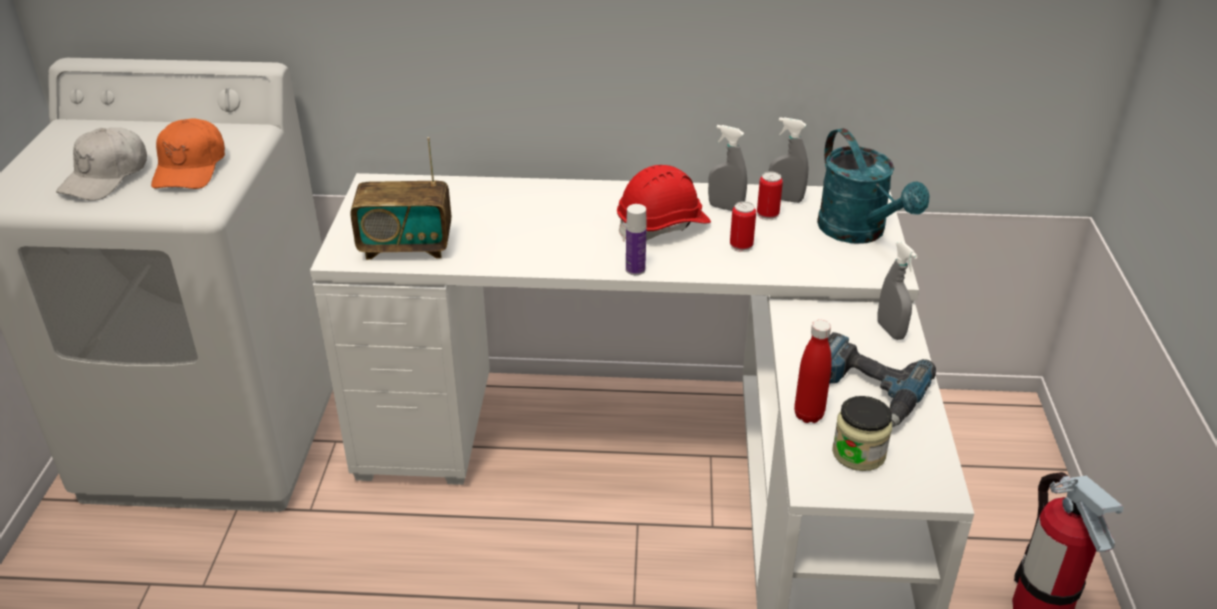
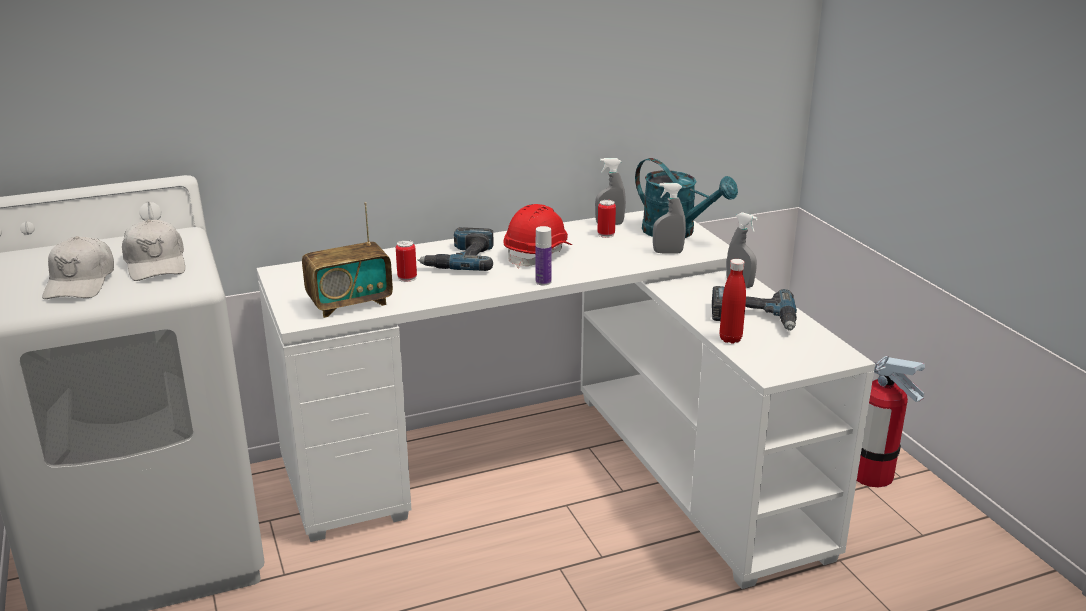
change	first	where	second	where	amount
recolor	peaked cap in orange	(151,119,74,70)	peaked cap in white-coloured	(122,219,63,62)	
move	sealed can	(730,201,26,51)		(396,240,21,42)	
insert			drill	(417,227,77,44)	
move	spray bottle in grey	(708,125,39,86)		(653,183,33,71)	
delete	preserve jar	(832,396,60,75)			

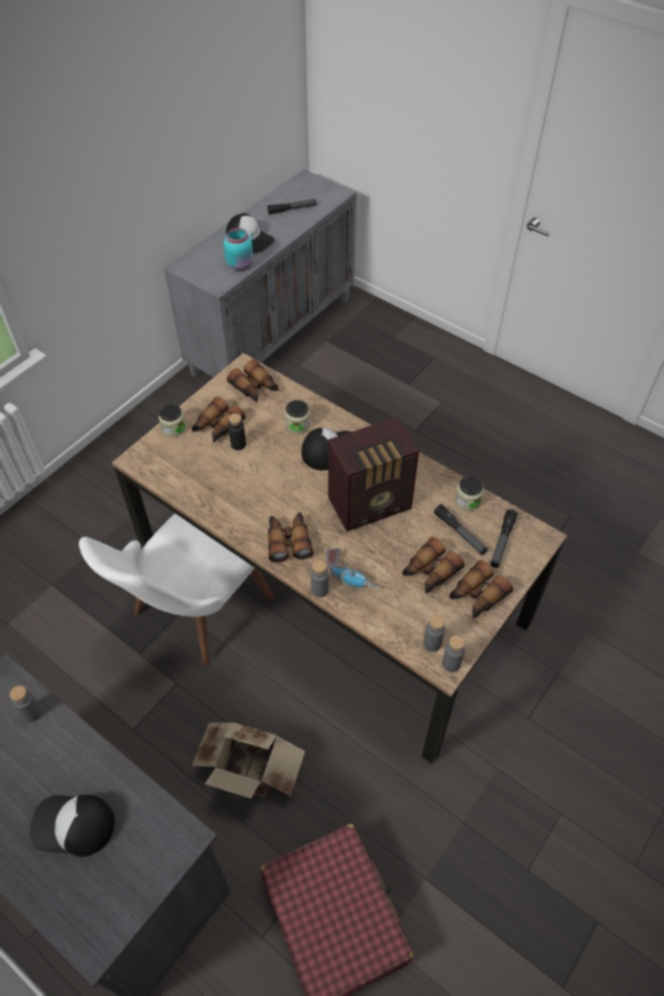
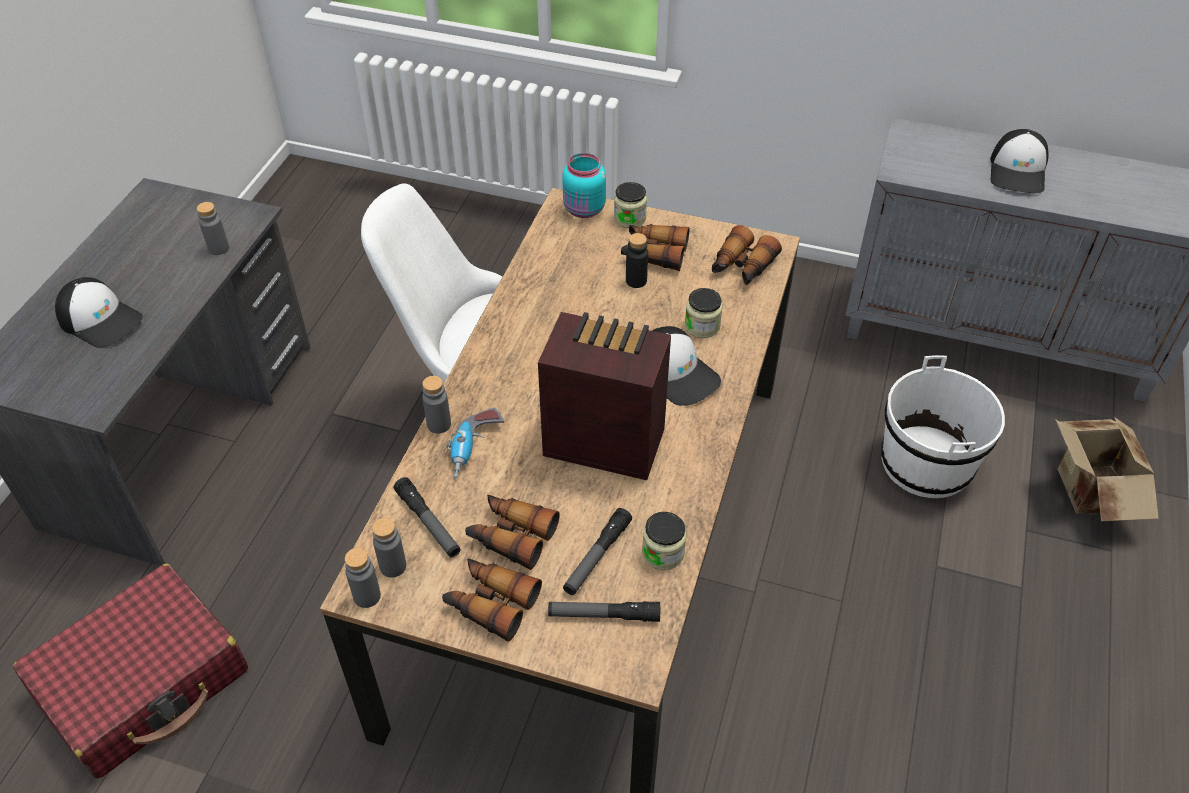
change	first	where	second	where	amount
rotate	peaked cap	(29,795,86,62)		(55,277,88,71)	135 degrees clockwise
move	flashlight	(267,199,49,16)		(394,477,67,80)	
rotate	radio set	(328,417,91,115)		(538,312,133,168)	150 degrees clockwise
move	preserve jar in turquoise-coloured	(224,228,29,43)		(562,153,44,65)	
insert			pail in white-coloured	(881,355,124,143)	
move	carton	(192,722,113,76)		(1055,417,104,104)	
delete	pair of binoculars	(268,512,46,51)			

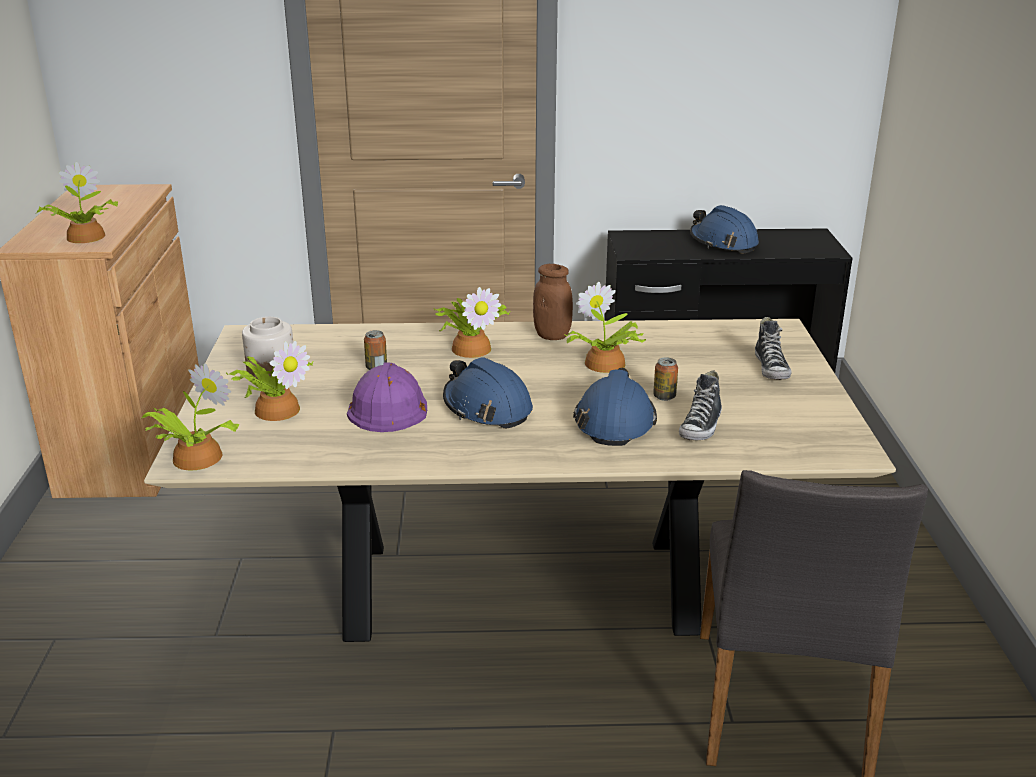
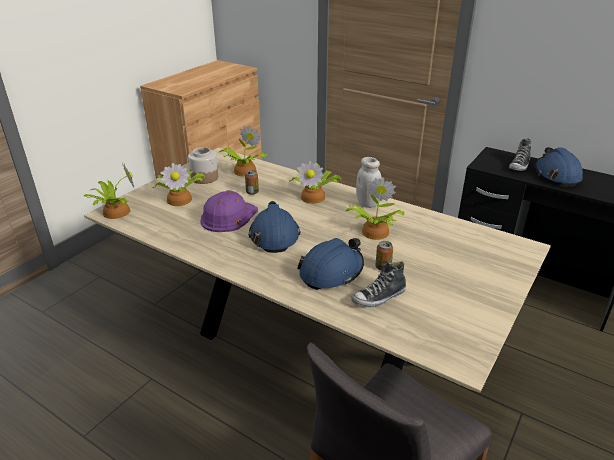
change	first	where	second	where	amount
move	houseplant	(36,162,82,81)		(220,125,47,52)	
recolor	preserve jar in brownish	(533,264,40,76)	preserve jar in white-coloured	(356,157,26,51)	
move	item of footwear	(755,317,37,63)		(509,138,22,33)	

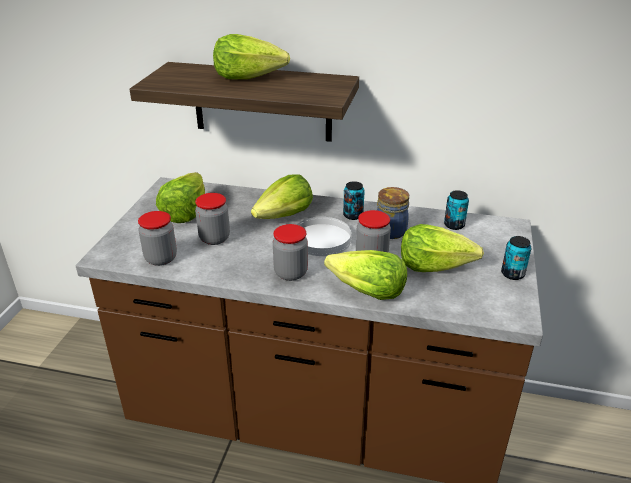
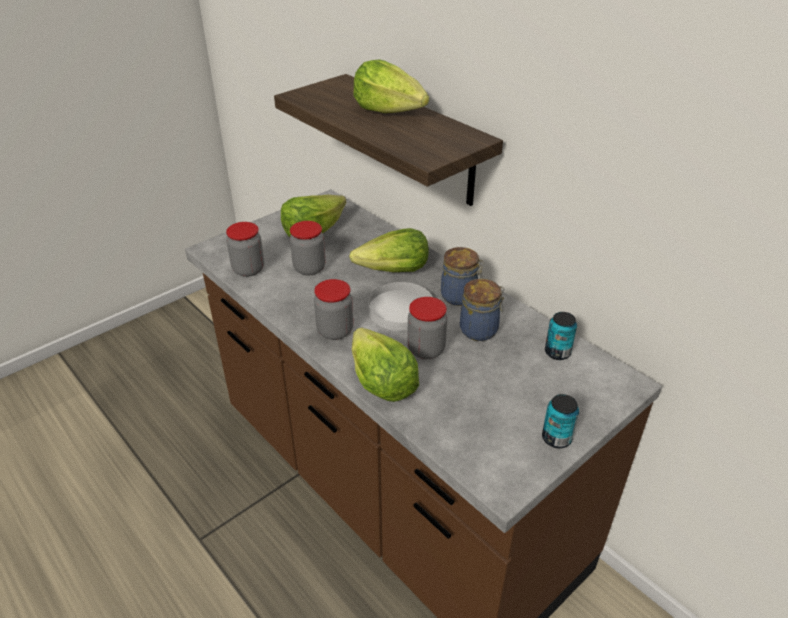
change	first	where	second	where	amount
replace	sealed can	(343,181,22,39)	preserve jar	(441,247,43,59)	
delete	lettuce head	(401,224,83,48)			

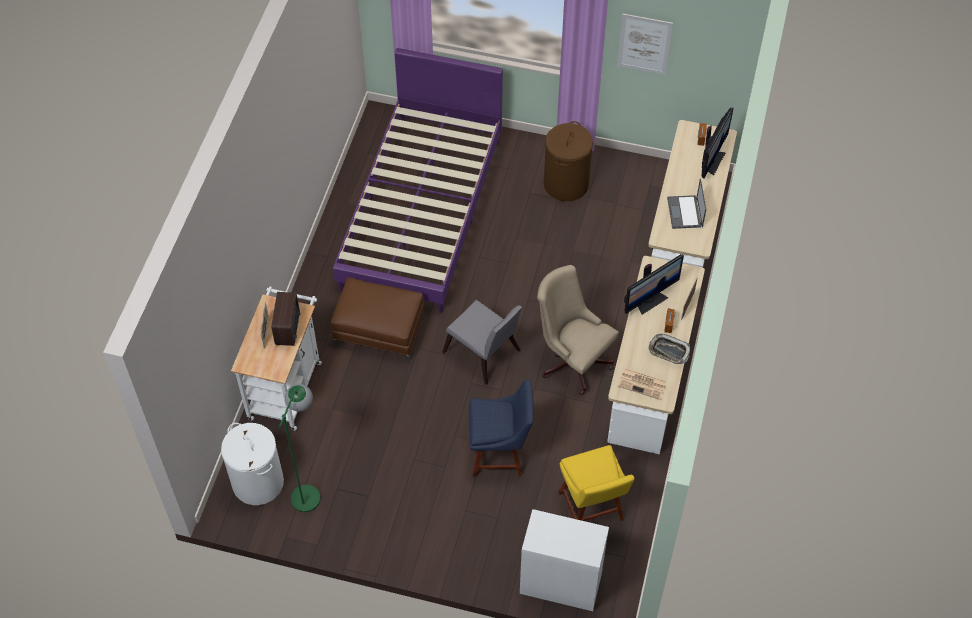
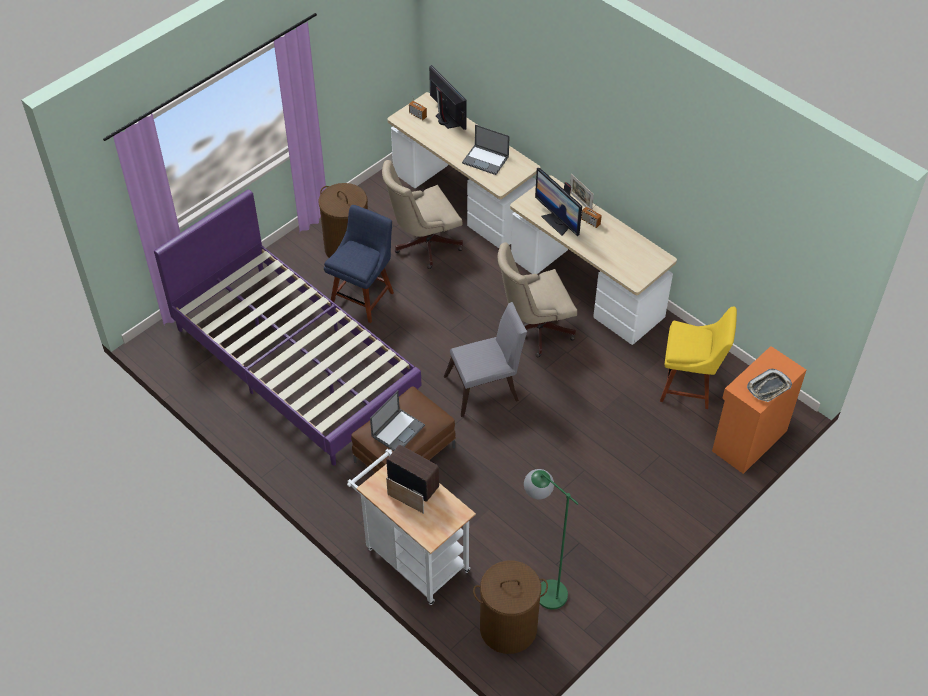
change	first	where	second	where	amount
move	chair in bluish	(469,379,65,98)		(324,205,70,118)	
insert			portable computer	(370,390,55,61)	
insert			computer chair in beige	(382,160,81,109)	
recolor	washing basket in white-coloured	(221,423,63,82)	washing basket in brownish	(473,561,75,93)	
rotate	monitor	(624,254,60,61)		(535,168,47,68)	150 degrees clockwise
recolor	storage cabinet in white-coloured	(520,509,89,102)	storage cabinet in orange	(712,346,94,128)	
move	serving tray	(648,334,42,30)		(747,369,45,33)	
delete	wall art	(617,14,56,61)			
delete	newspaper	(618,368,49,32)			

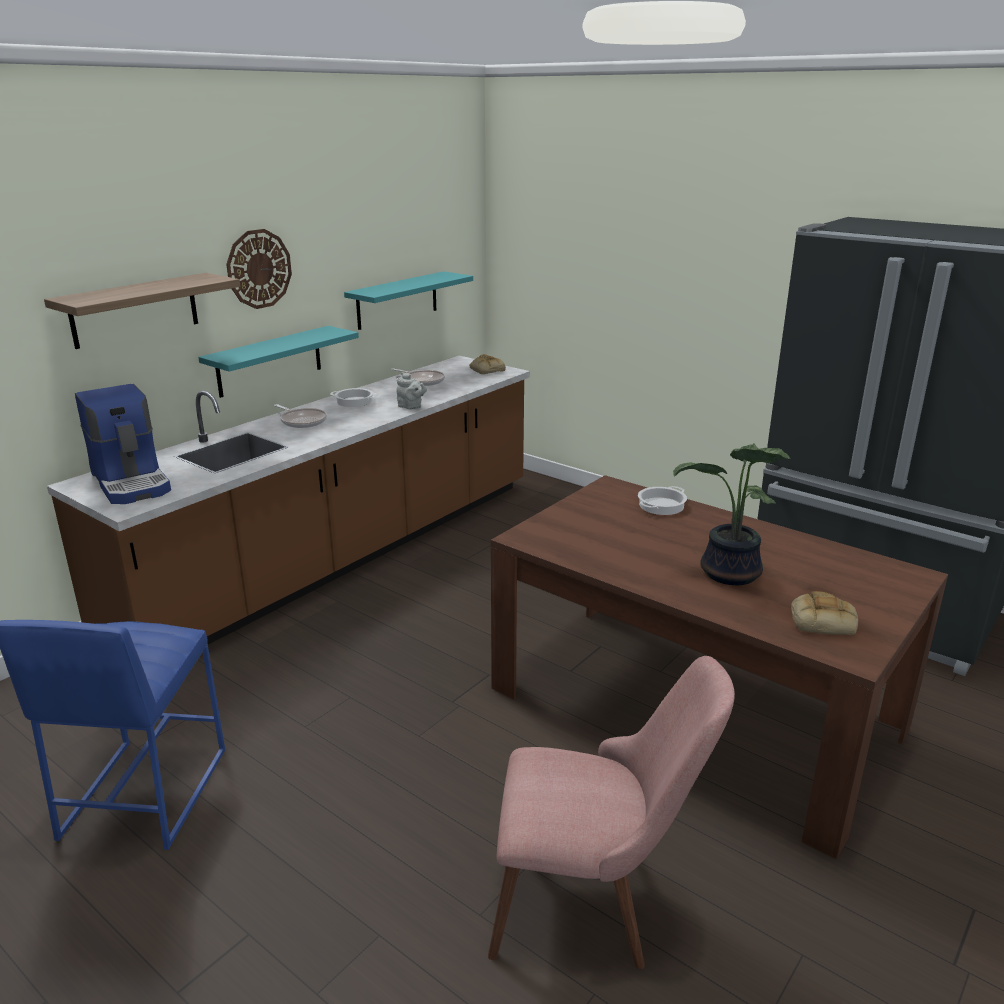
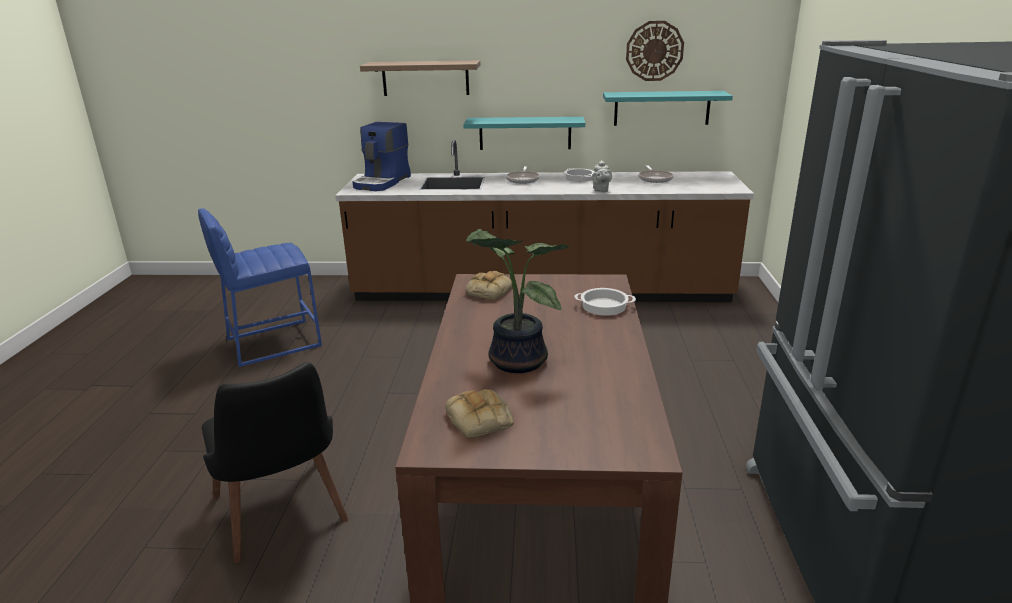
change	first	where	second	where	amount
recolor	chair in pinkish	(488,656,247,313)	chair in blackish	(202,362,146,201)	
move	baked bread	(469,354,37,20)		(465,271,47,29)	
move	clock on the wall	(226,229,66,80)		(626,21,58,60)	

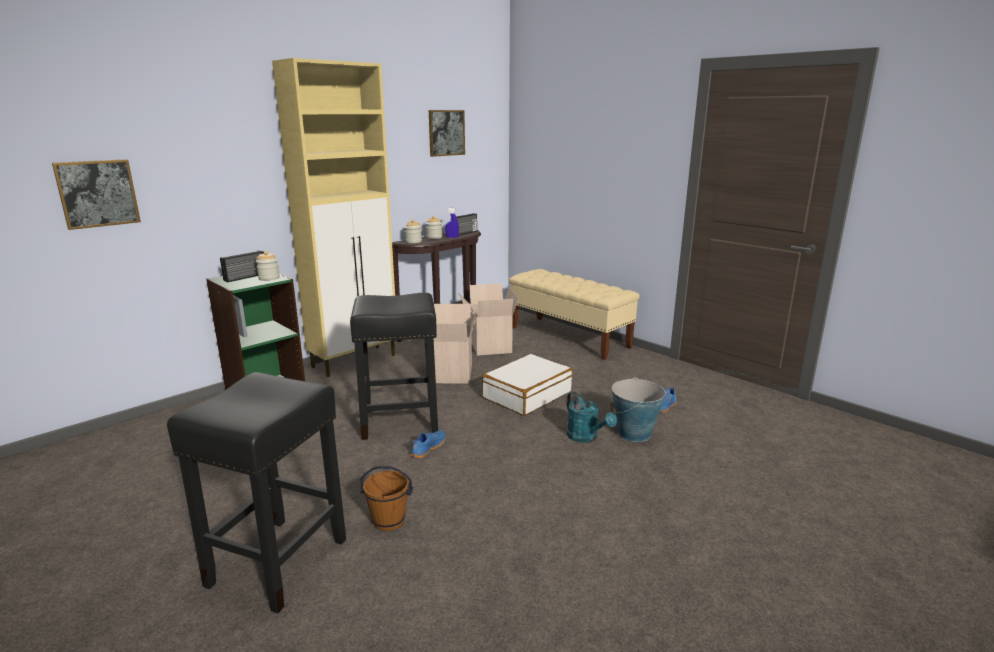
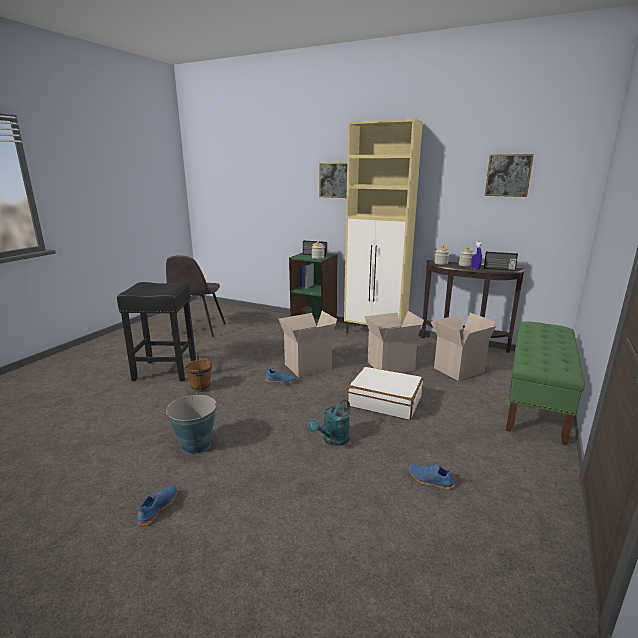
change	first	where	second	where	amount
insert			item of footwear in bluish	(137,485,40,41)	
insert			chair in grey	(166,255,60,82)	
move	pail	(610,377,56,65)		(166,395,51,59)	
replace	sitting stool in blackish	(350,293,88,147)	carton	(278,311,59,66)	
move	wall art	(52,159,89,71)		(319,162,28,36)	
recolor	indoor bench in beige	(509,269,131,91)	indoor bench in green	(506,321,79,124)	

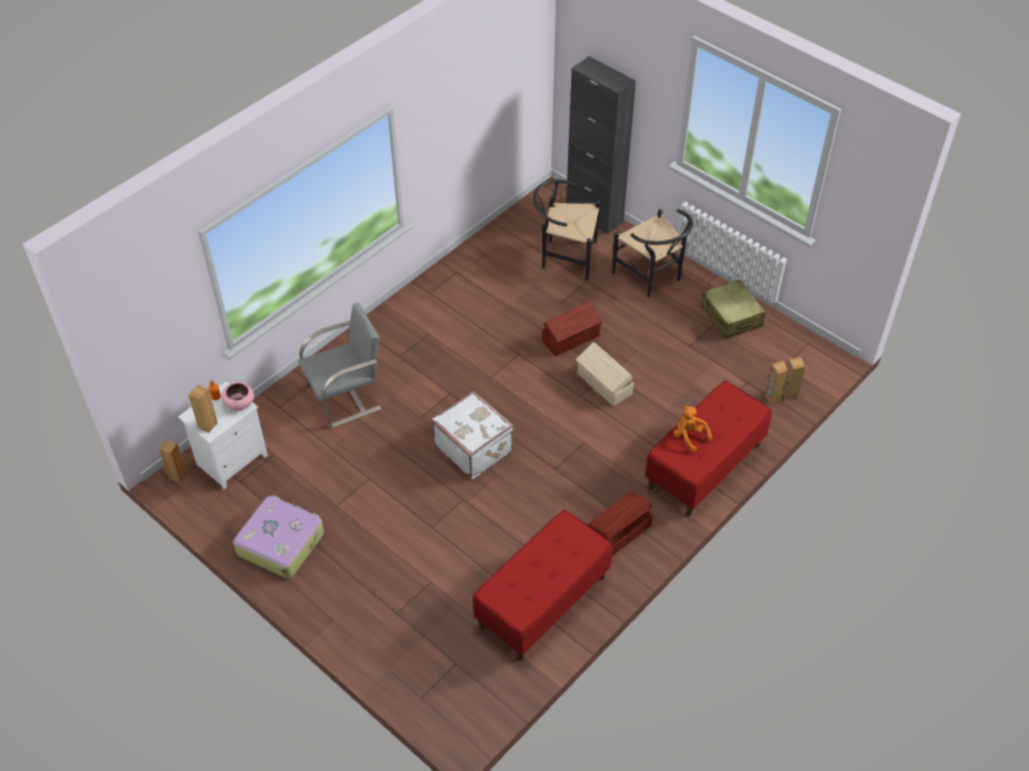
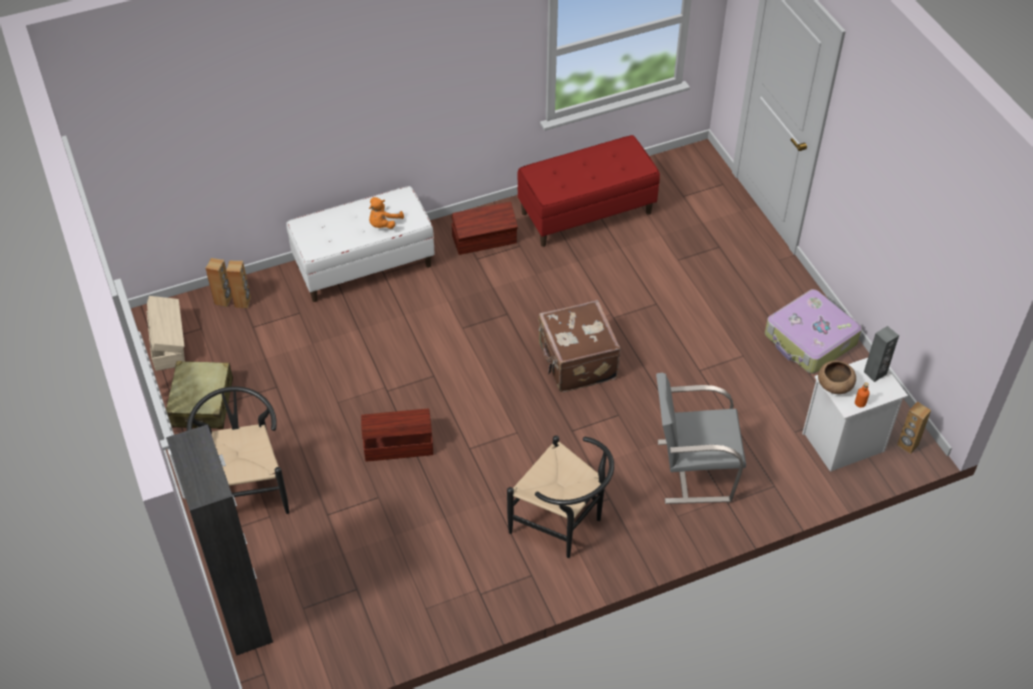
change	first	where	second	where	amount
move	storage container in beige	(576,342,58,64)		(147,296,38,75)	
recolor	indoor bench in red	(645,381,127,135)	indoor bench in white-coloured	(286,186,149,116)	
rotate	plush toy in orange	(674,406,38,47)		(369,197,35,32)	45 degrees clockwise
move	chair in blackish	(533,179,67,102)		(507,435,107,123)	
recolor	piece of luggage in white-coloured	(432,391,82,88)	piece of luggage in brownish	(538,300,83,92)	
recolor	deep dish in pinkish	(222,382,32,28)	deep dish in brownish	(818,360,38,34)	
recolor	audio speaker in brownish	(188,385,30,48)	audio speaker in grey	(864,326,35,56)	

